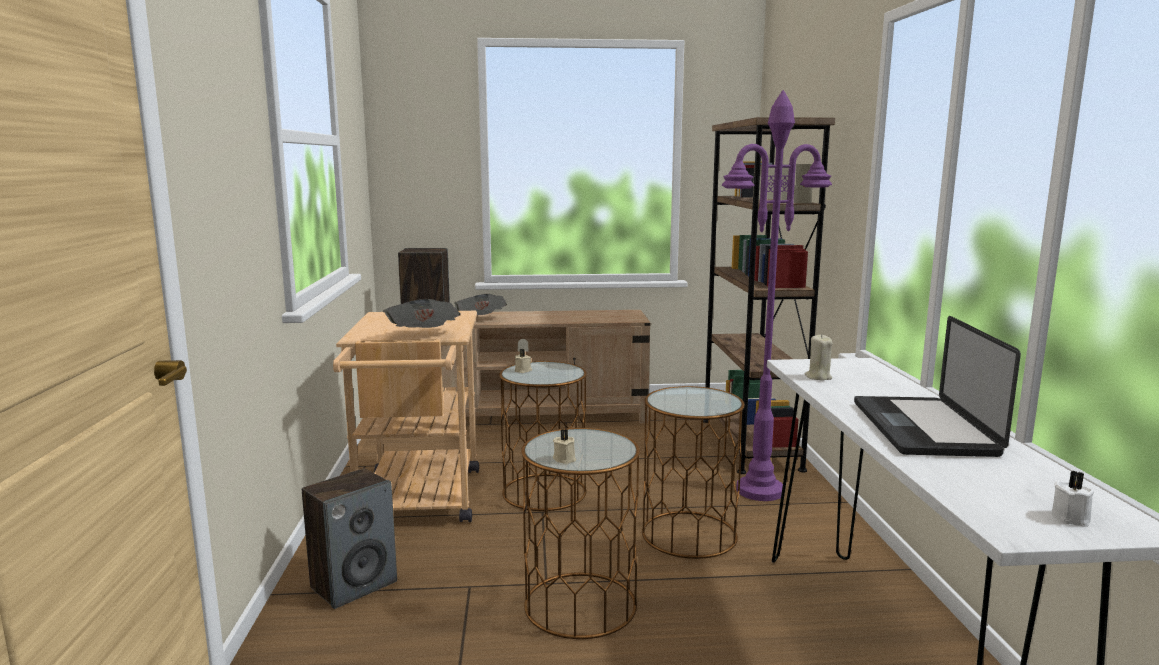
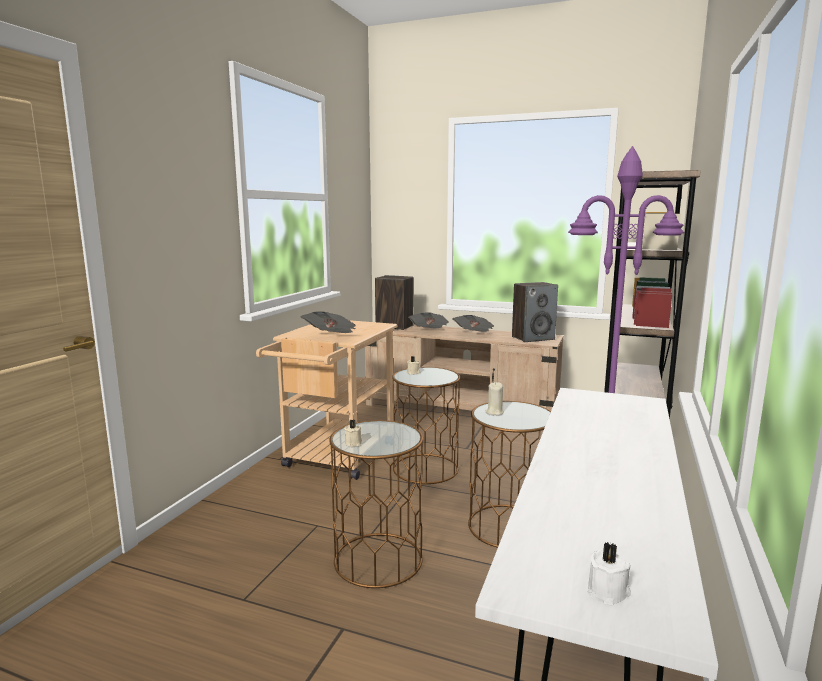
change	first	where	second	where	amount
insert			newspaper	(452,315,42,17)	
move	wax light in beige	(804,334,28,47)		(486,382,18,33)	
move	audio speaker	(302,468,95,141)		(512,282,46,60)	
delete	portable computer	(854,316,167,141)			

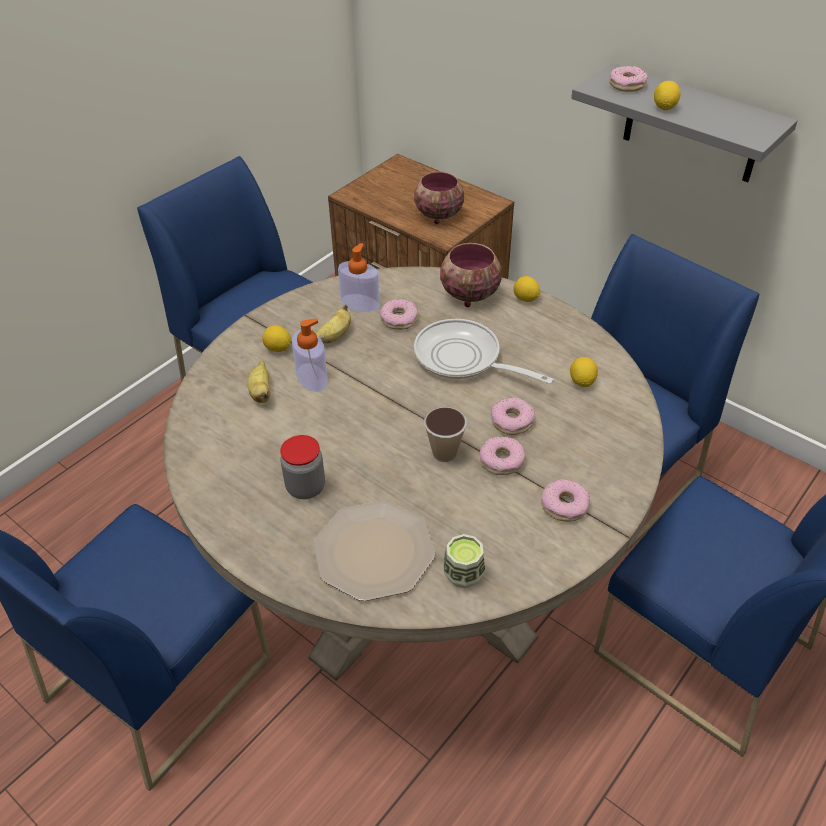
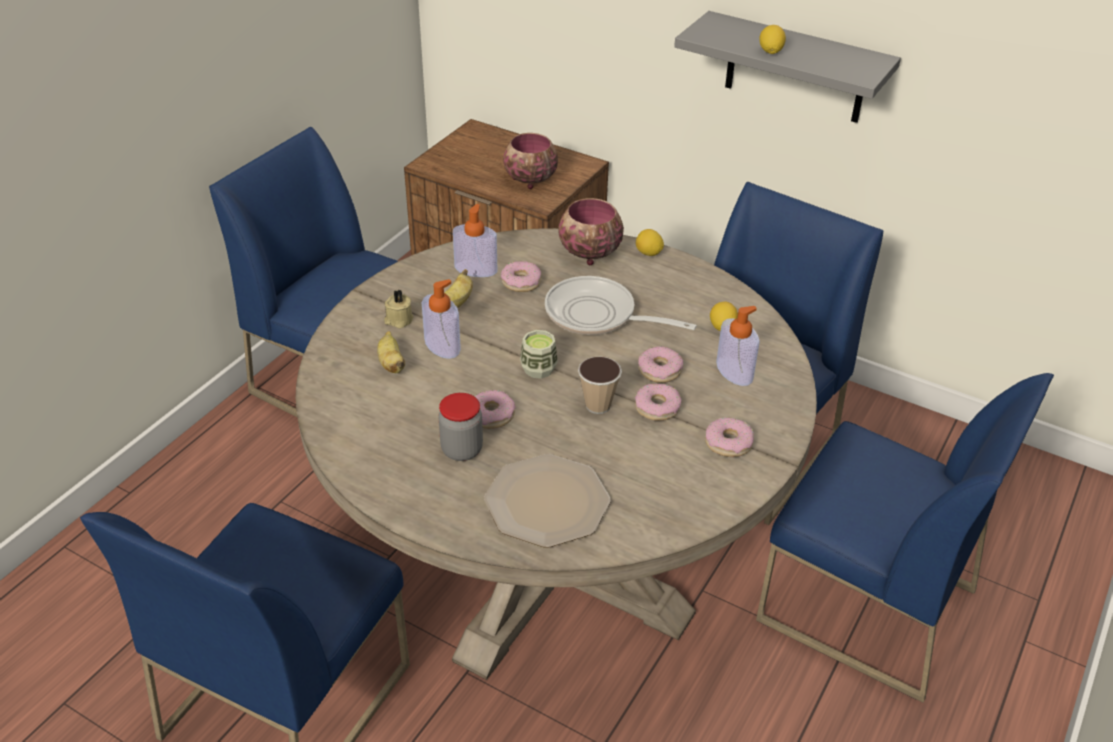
change	first	where	second	where	amount
replace	lemon	(262,325,30,27)	wax light in beige	(384,290,29,38)	
move	donut	(609,66,39,26)		(475,390,41,39)	
move	cup	(443,534,42,54)		(520,330,38,49)	
insert			soap bottle	(716,306,44,80)	

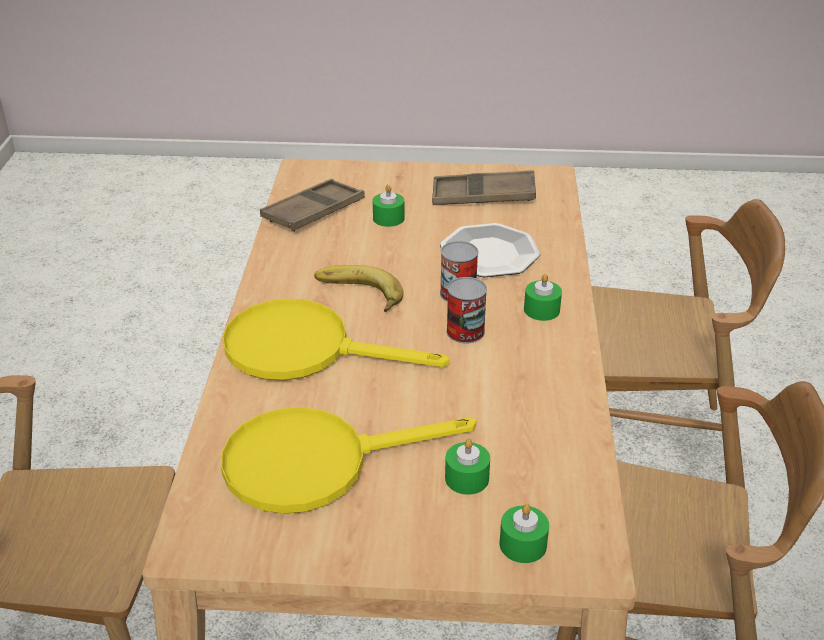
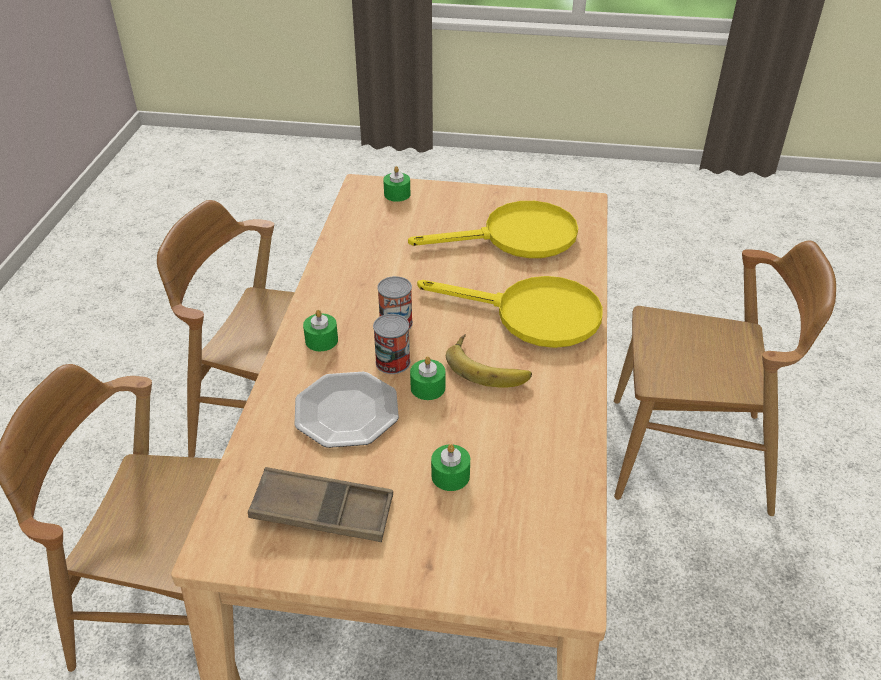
change	first	where	second	where	amount
move	wax light in green	(445,439,45,56)		(410,356,35,44)	
delete	serving tray in brownish	(260,179,105,53)			

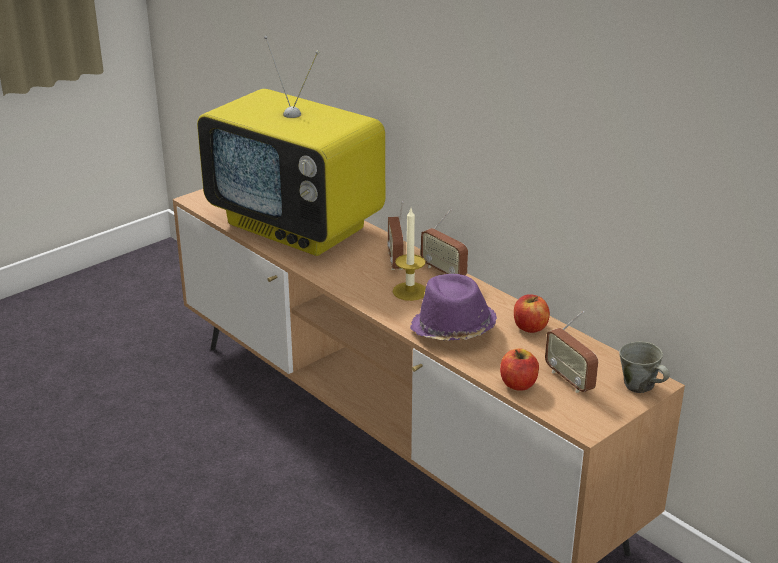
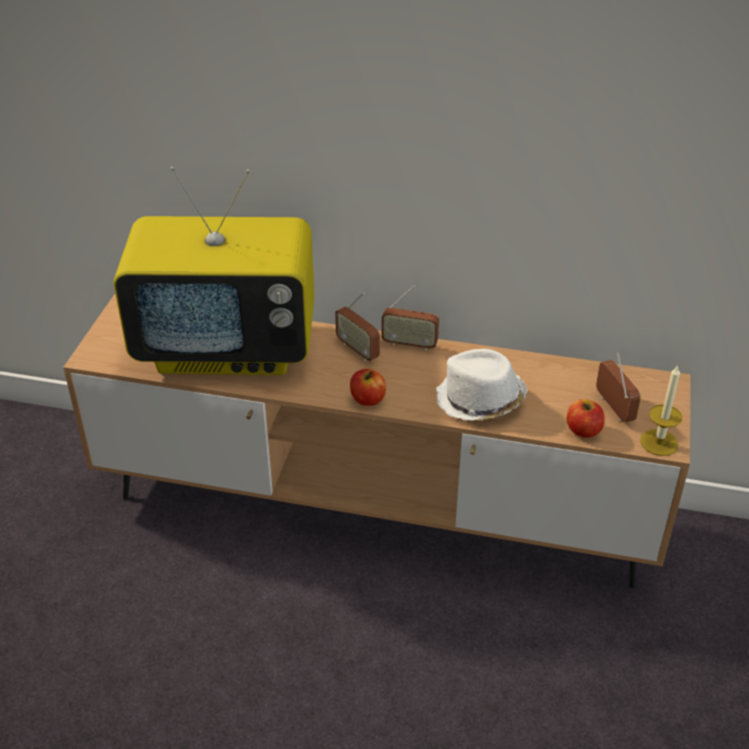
change	first	where	second	where	amount
move	apple	(514,294,36,39)		(350,369,36,37)	
recolor	hat in purple-coloured	(410,274,87,67)	hat in white-coloured	(436,349,92,72)	
rotate	radio set	(545,311,53,82)		(596,353,45,69)	135 degrees counterclockwise
move	wax light	(393,208,33,93)		(640,365,42,91)	
delete	tea mug in grey	(619,342,51,51)			

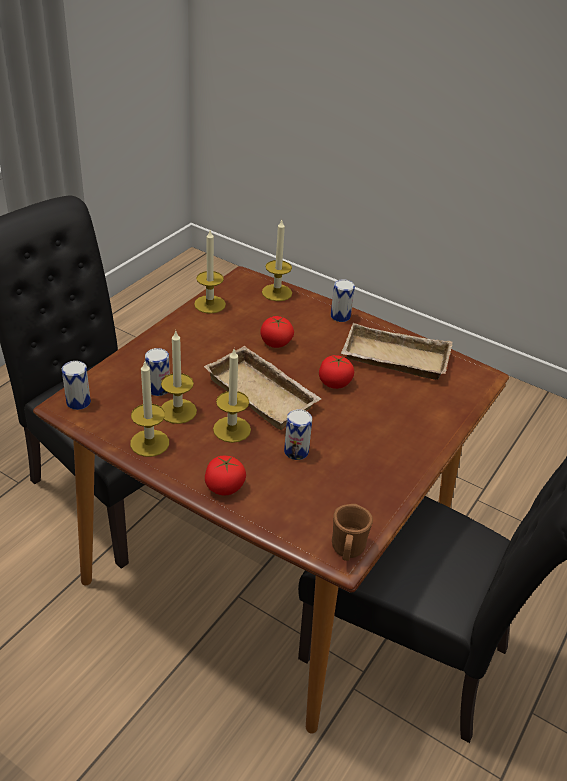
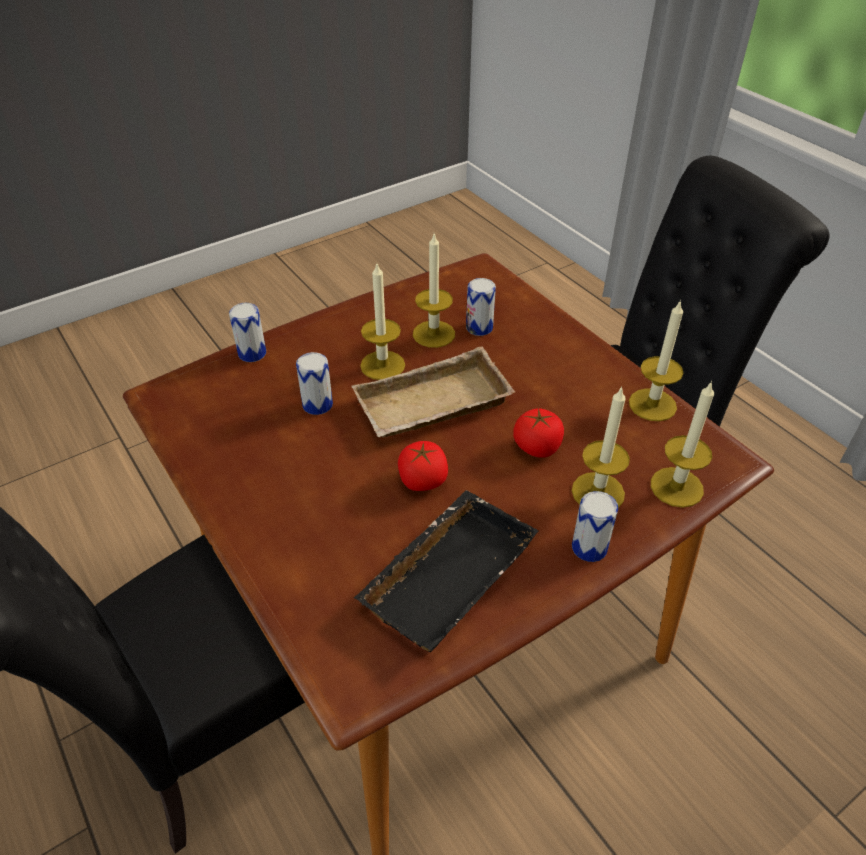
change	first	where	second	where	amount
move	sealed can	(62,361,29,49)		(229,303,37,59)	
recolor	serving tray in beige	(341,323,111,57)	serving tray in blackish	(354,490,185,162)	
move	wax light	(130,362,39,95)		(572,386,58,122)	
delete	tomato	(205,456,41,39)			
delete	tea mug in brownish	(332,504,41,57)			

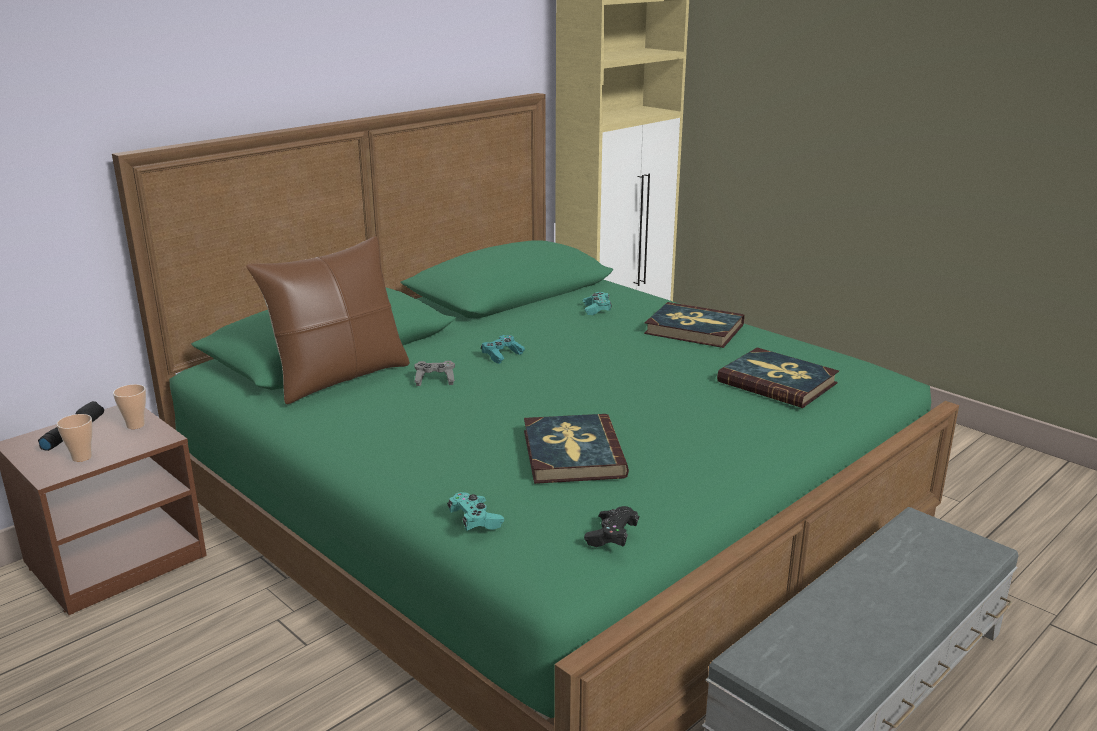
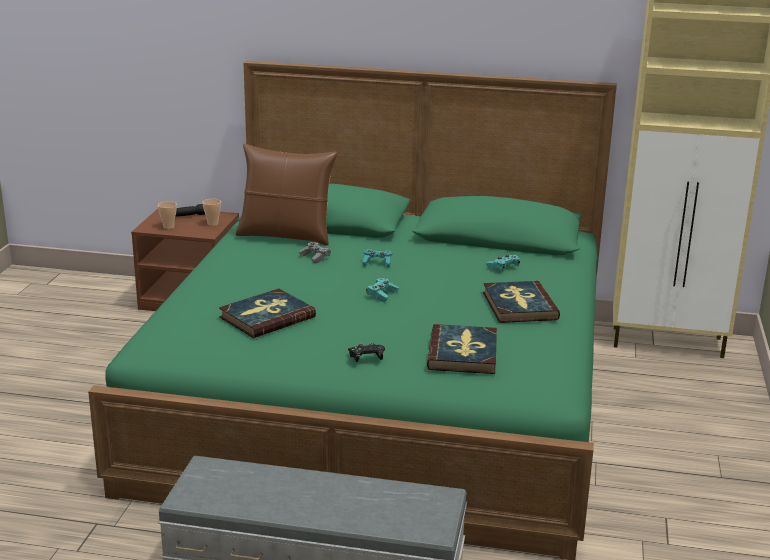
change	first	where	second	where	amount
move	game controller in blackish	(584,506,55,41)		(348,343,37,19)	
move	game controller in turquoise-coloured	(447,492,57,39)		(366,278,33,24)	

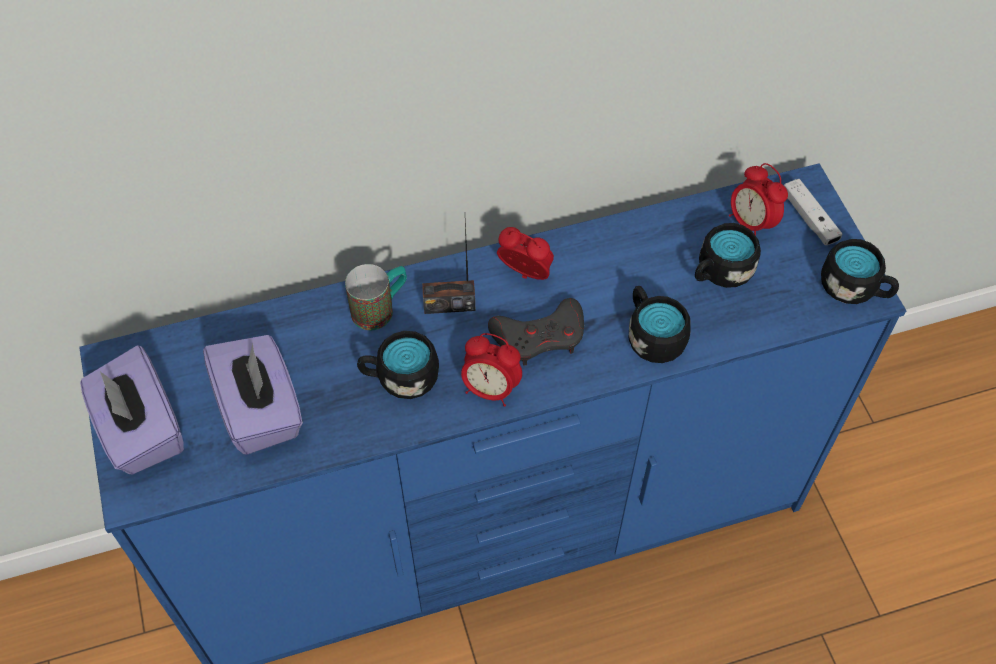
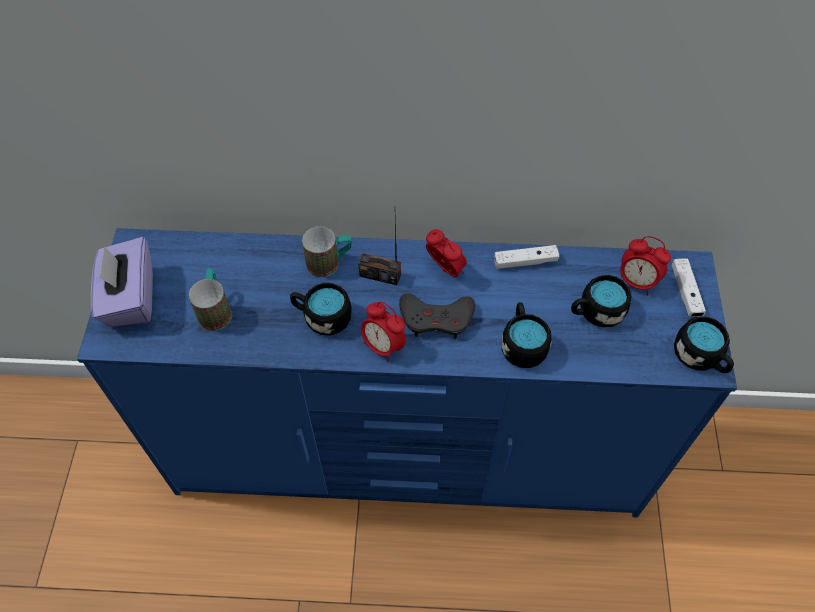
change	first	where	second	where	amount
replace	tissue holder in purple-coloured	(203,335,100,120)	tea mug	(189,269,43,62)	
insert			game controller in white-coloured	(494,245,65,24)	
rotate	alarm clock	(729,163,59,73)		(620,236,51,60)	45 degrees counterclockwise

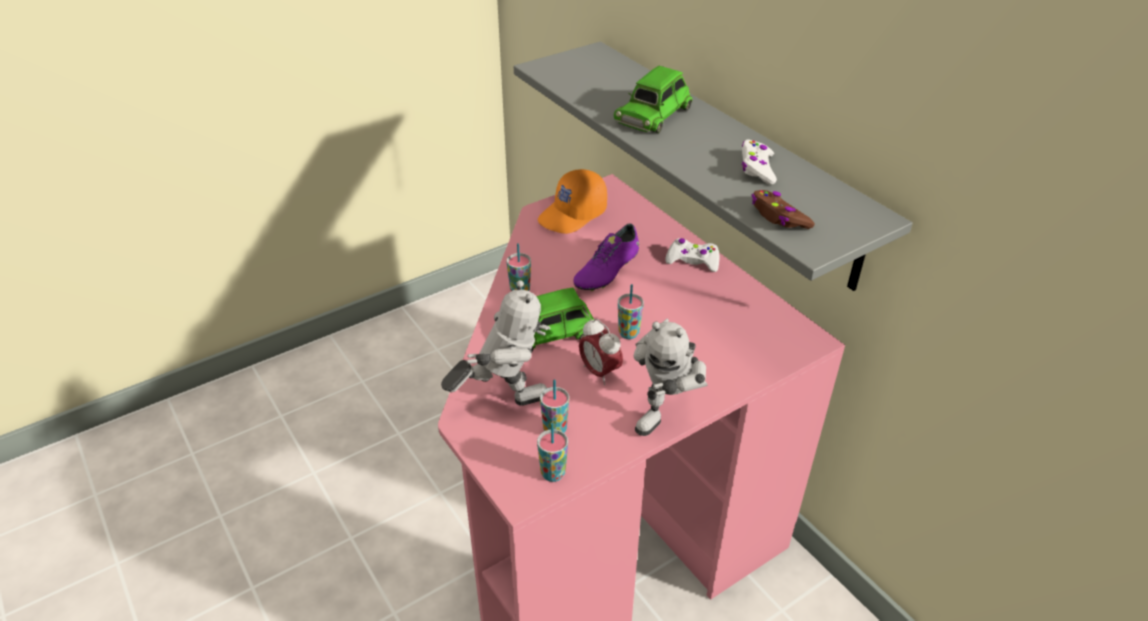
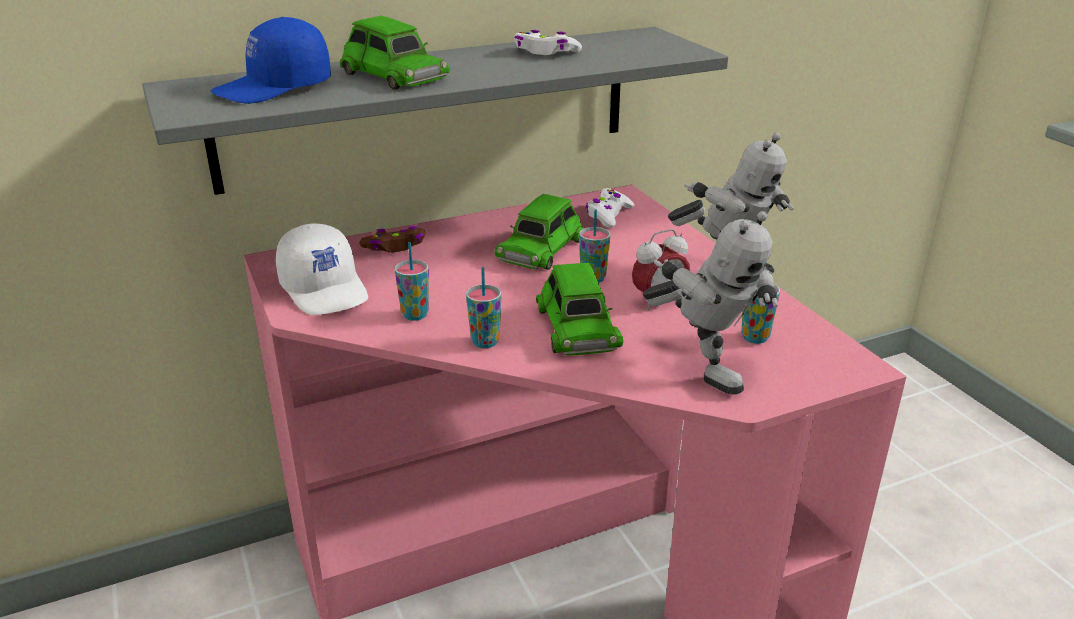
change	first	where	second	where	amount
insert			peaked cap in bluish	(211,17,120,87)	
recolor	peaked cap in orange	(538,169,69,65)	peaked cap in white-coloured	(276,224,92,91)	
move	game controller in brownish	(751,190,64,39)		(359,226,66,27)	
move	cup	(537,423,31,59)		(394,242,35,79)	
insert			model car in green	(494,194,90,76)	
move	game controller in white-coloured	(665,238,54,34)		(586,188,48,40)	
rotate	toy robot	(441,280,109,126)		(643,211,135,183)	150 degrees clockwise
delete	item of footwear in purple-coloured	(573,223,66,68)			

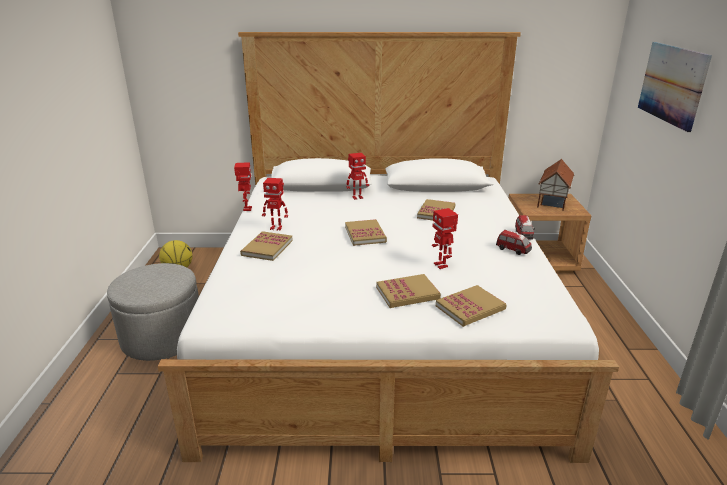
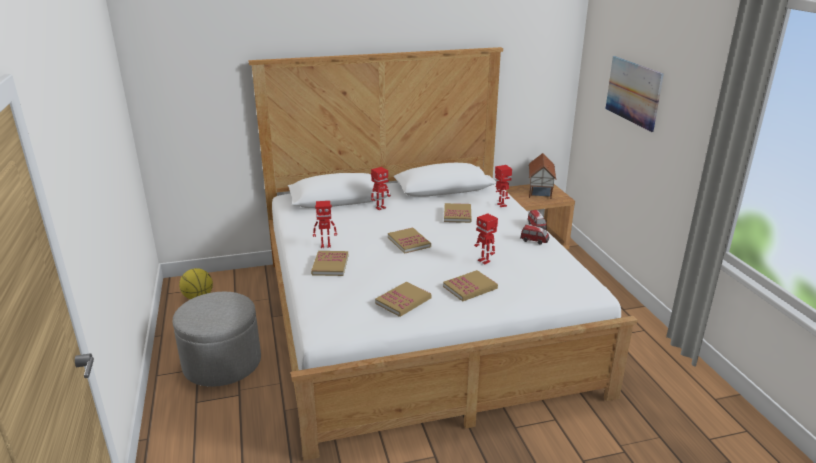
change	first	where	second	where	amount
move	book	(436,285,70,42)		(375,282,57,35)	
move	toy robot	(234,162,18,49)		(495,165,17,42)	

